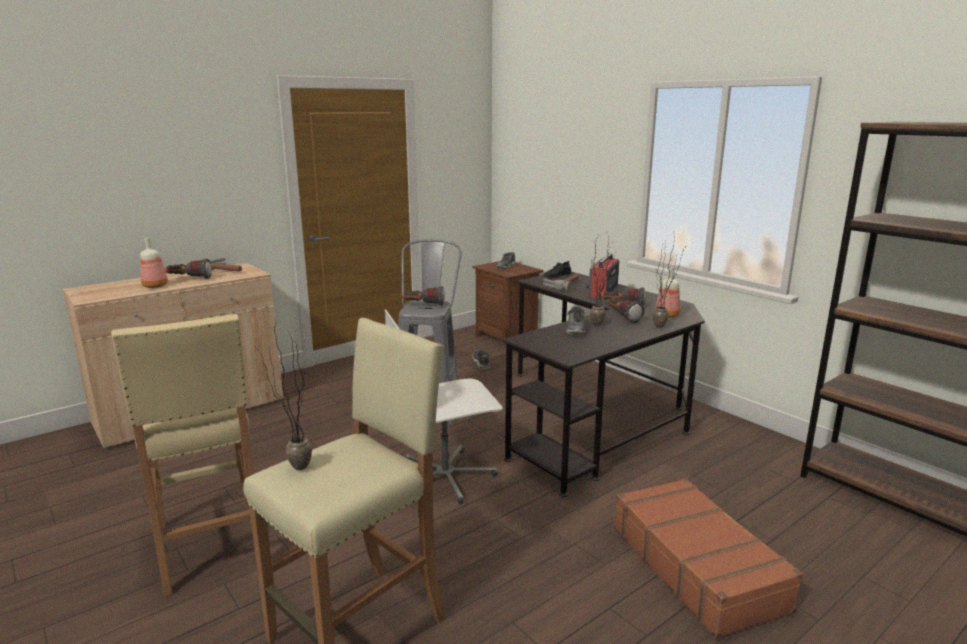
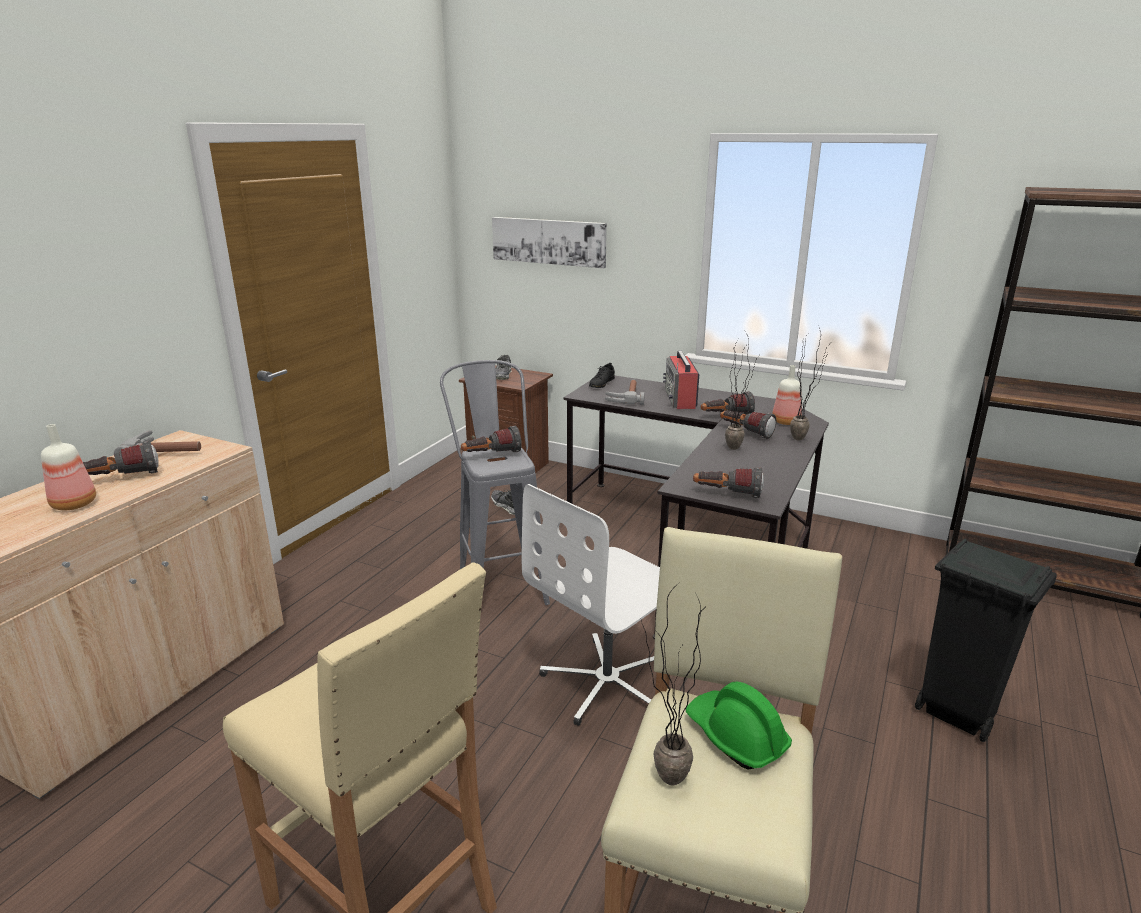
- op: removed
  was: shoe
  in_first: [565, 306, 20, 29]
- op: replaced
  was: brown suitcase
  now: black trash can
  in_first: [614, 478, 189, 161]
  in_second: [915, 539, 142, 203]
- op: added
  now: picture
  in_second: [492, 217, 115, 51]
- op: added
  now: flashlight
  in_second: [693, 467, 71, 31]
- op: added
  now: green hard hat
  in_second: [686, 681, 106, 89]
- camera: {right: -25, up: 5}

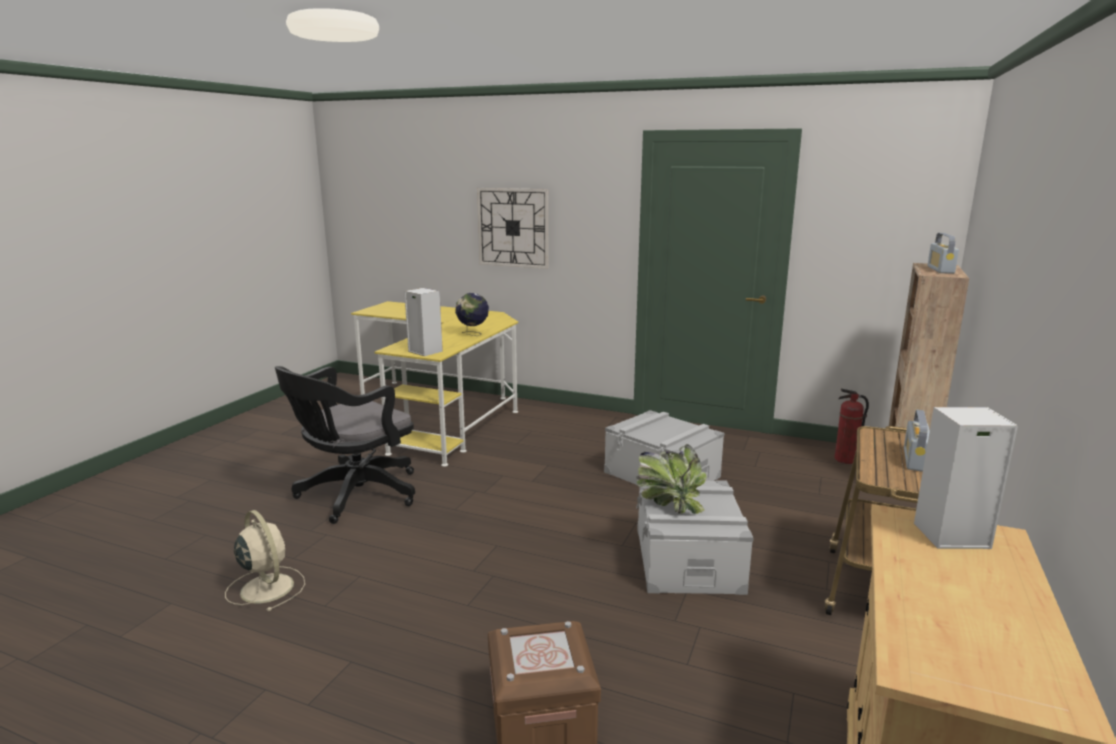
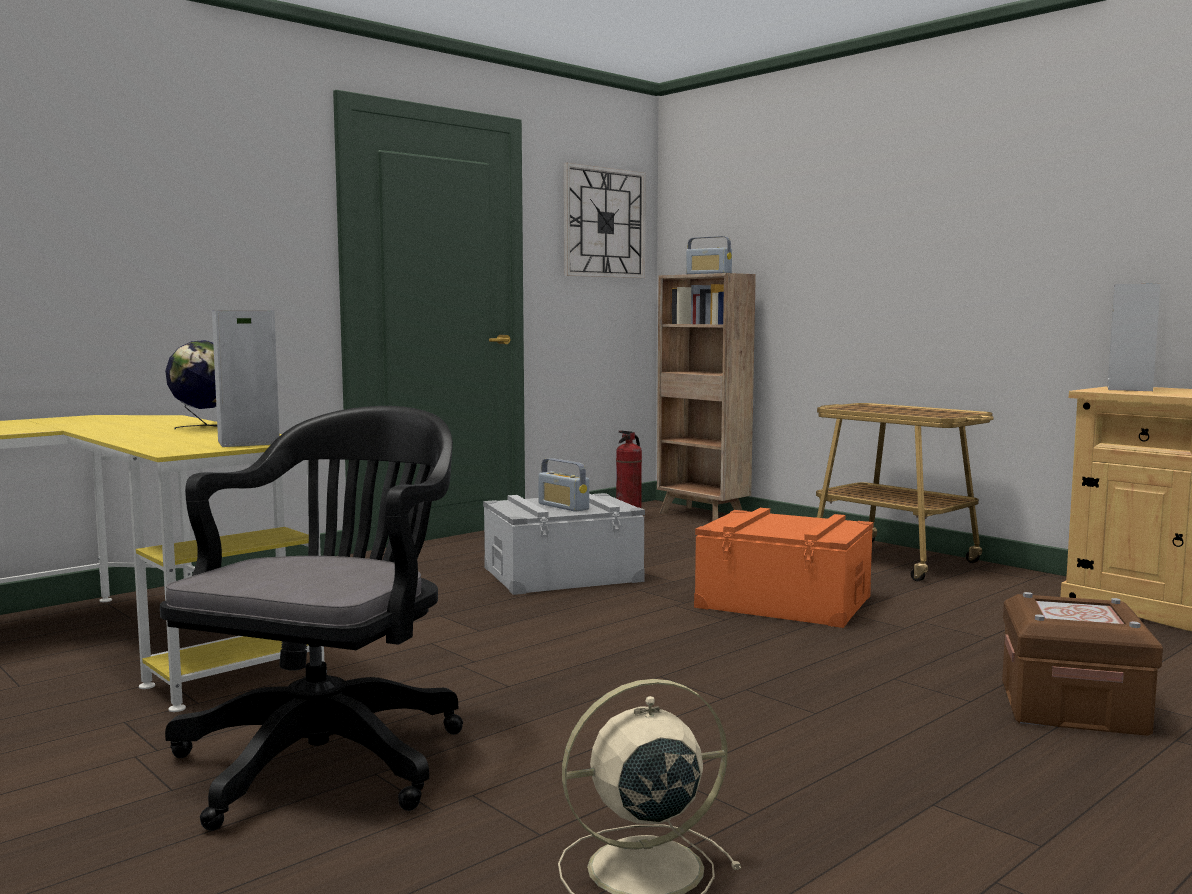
- op: moved
  was: wall clock
  in_first: [477, 188, 72, 81]
  in_second: [564, 163, 82, 115]
- op: turned
  was: black office chair
  in_first: [275, 366, 140, 158]
  in_second: [160, 406, 303, 425]
  clockwise: -135
- op: moved
  was: radio
  in_first: [904, 410, 26, 62]
  in_second: [538, 458, 51, 54]
- op: removed
  was: potted plant
  in_first: [636, 444, 71, 70]
- op: recoloured
  was: grey storage box
  now: orange storage box
  in_first: [636, 480, 118, 115]
  in_second: [694, 508, 179, 120]
- camera: {right: -65, up: -10}

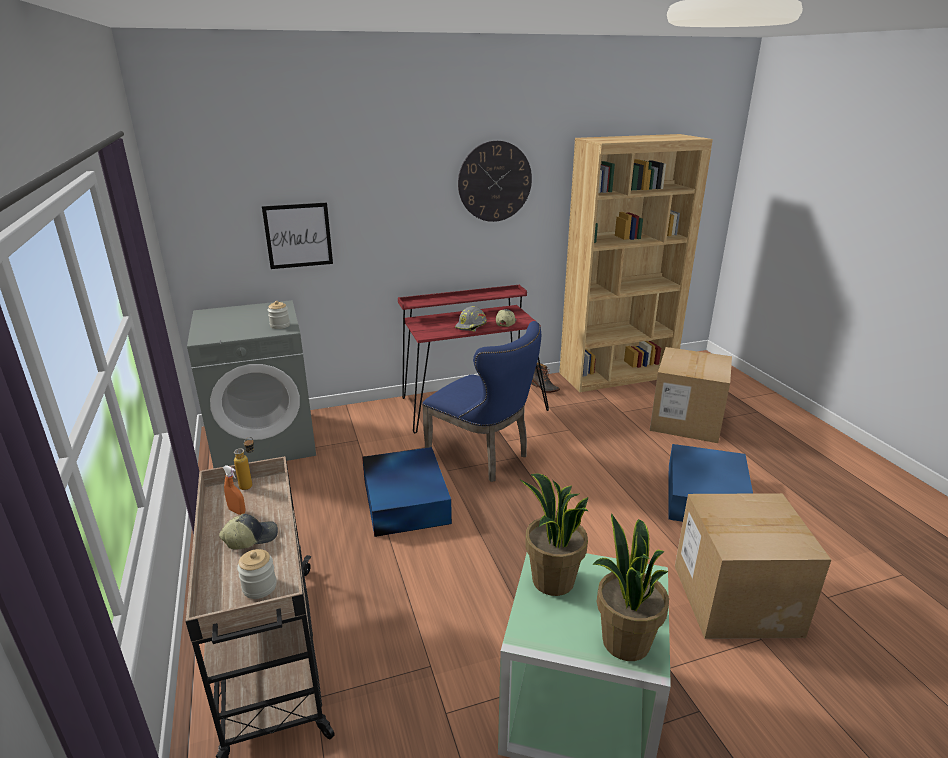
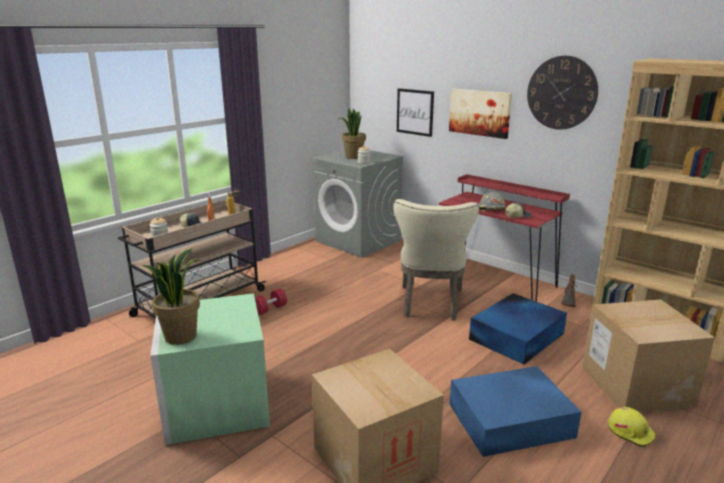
- op: recoloured
  was: blue chair
  now: beige chair
  in_first: [422, 321, 119, 161]
  in_second: [393, 199, 86, 122]
- op: moved
  was: blue storage box
  in_first: [362, 447, 90, 90]
  in_second: [469, 293, 98, 71]
- op: moved
  was: potted plant
  in_first: [520, 474, 68, 122]
  in_second: [339, 108, 27, 51]
- op: added
  now: picture
  in_second: [449, 88, 63, 51]
- op: added
  now: red dumbbell
  in_second: [255, 289, 32, 26]
- op: added
  now: yellow hard hat
  in_second: [608, 407, 48, 40]
- camera: {right: 60, up: -5}

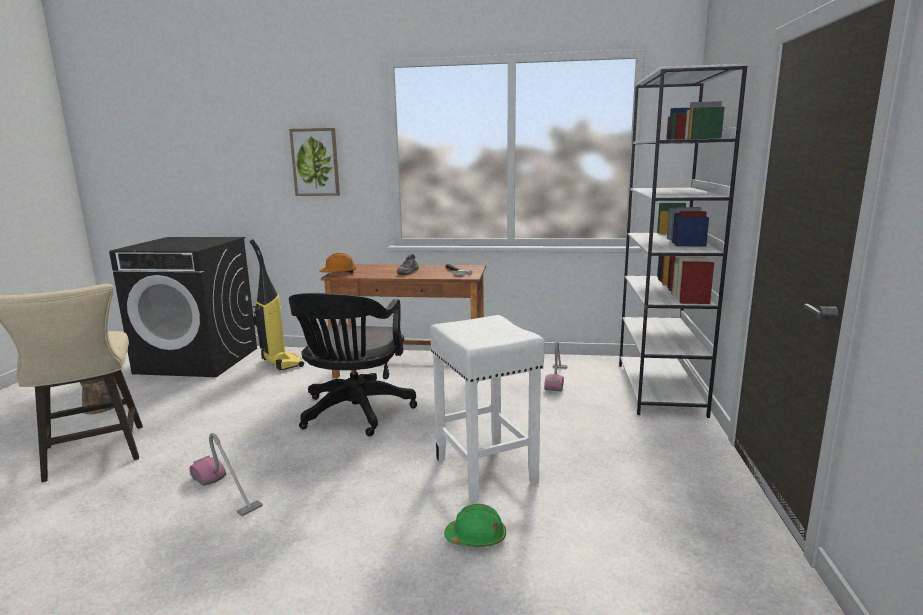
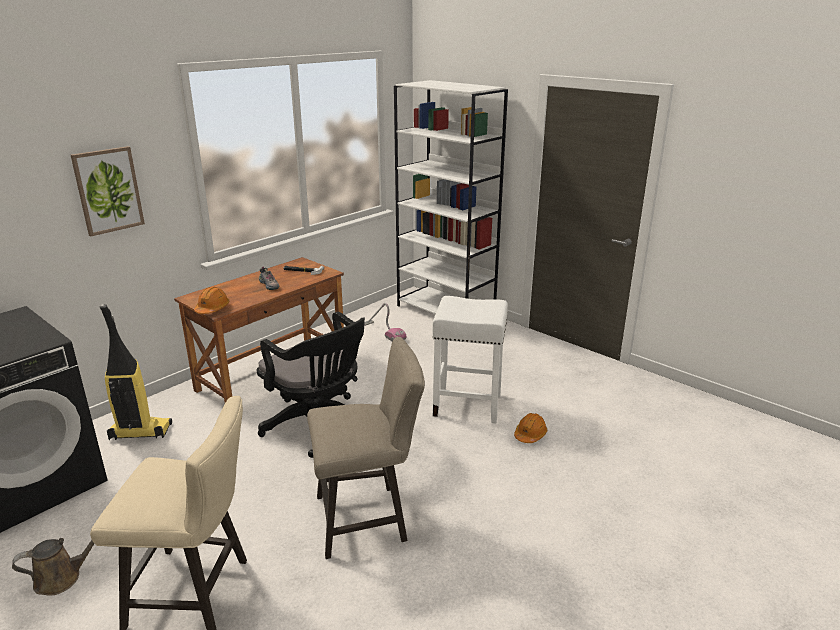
- op: replaced
  was: vacuum cleaner
  now: beige stool
  in_first: [190, 433, 73, 83]
  in_second: [307, 337, 118, 222]
- op: recoloured
  was: green hard hat
  now: orange hard hat
  in_first: [444, 504, 62, 43]
  in_second: [514, 413, 33, 30]
- camera: {right: -55, up: 10}

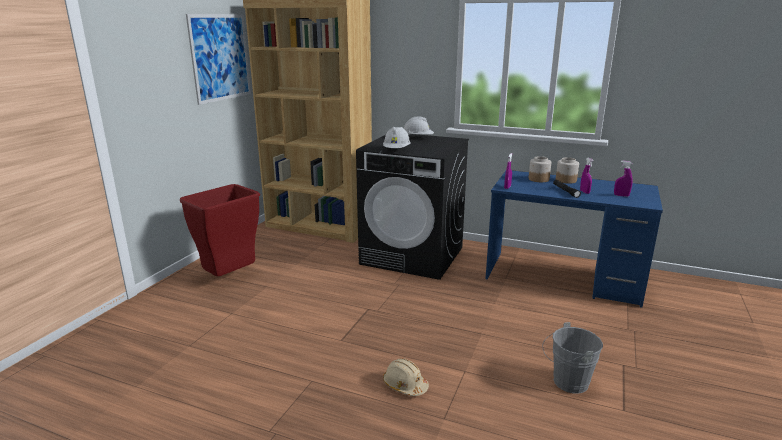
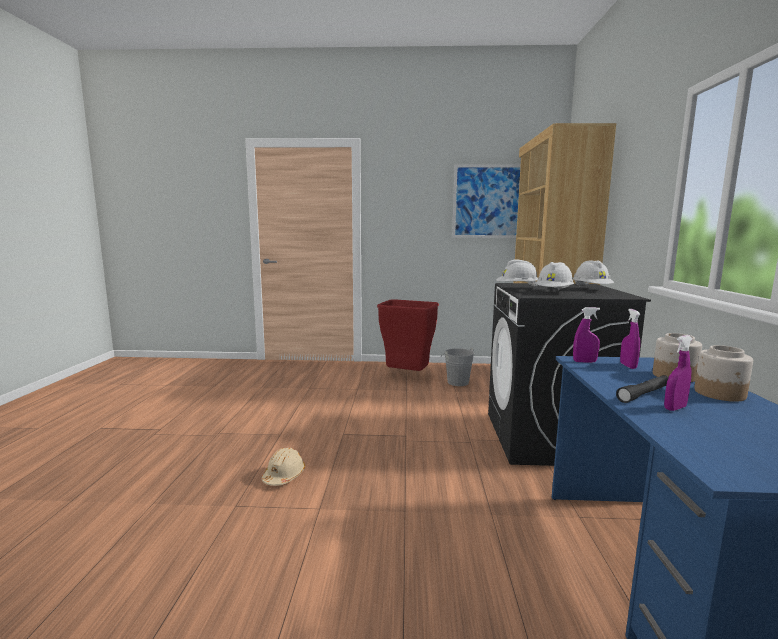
- op: moved
  was: purple spray bottle
  in_first: [614, 161, 19, 36]
  in_second: [620, 309, 20, 60]
- op: moved
  was: grey bucket
  in_first: [543, 322, 60, 72]
  in_second: [443, 347, 31, 39]
- op: added
  now: white hard hat
  in_second: [536, 262, 38, 28]
- camera: {right: 70, up: -10}

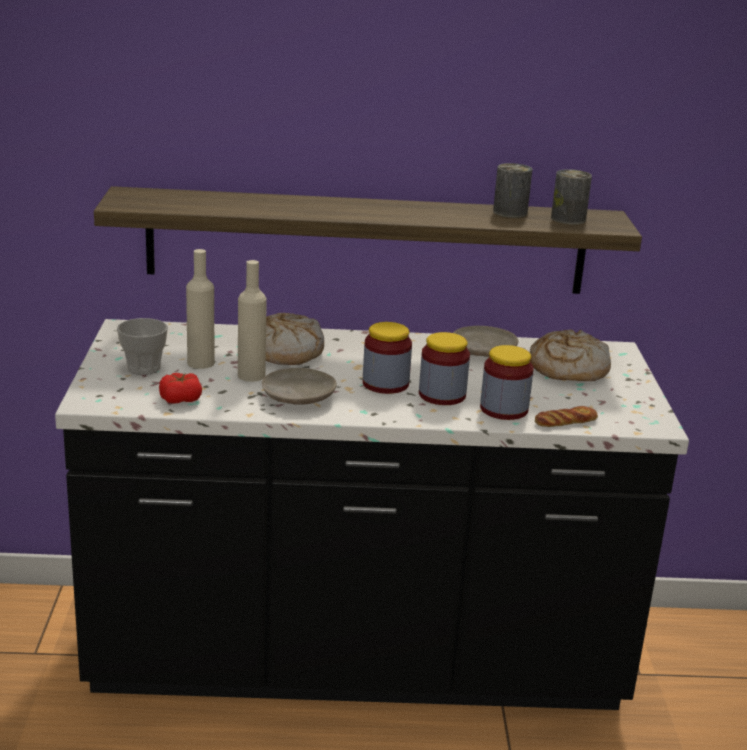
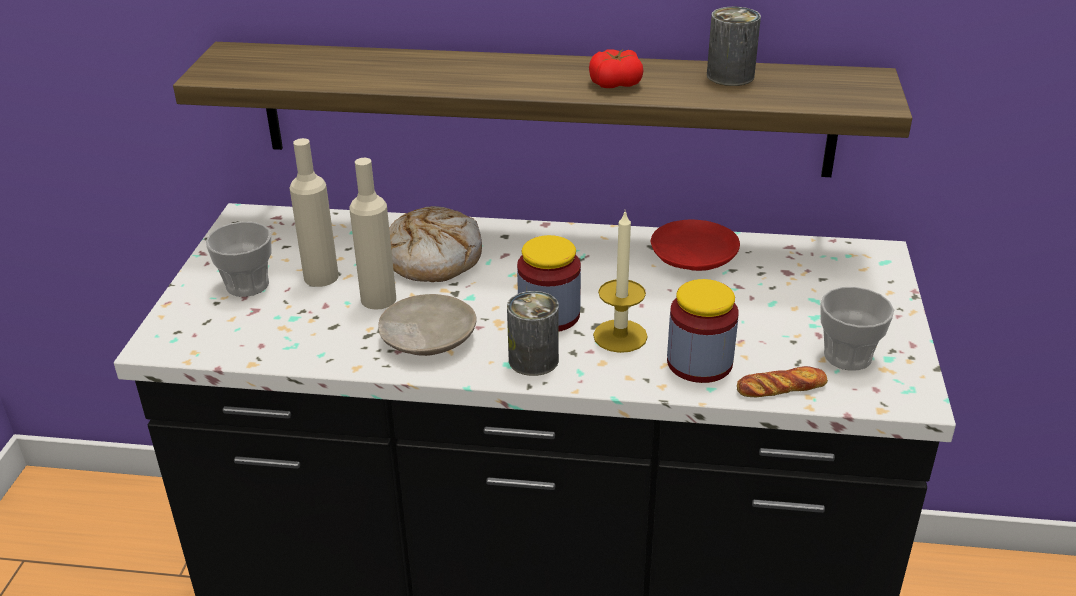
- op: moved
  was: can
  in_first: [551, 169, 41, 56]
  in_second: [507, 291, 52, 85]
- op: recoloured
  was: beige plate
  now: red plate
  in_first: [453, 326, 65, 31]
  in_second: [650, 220, 90, 51]
- op: removed
  was: bread
  in_first: [530, 329, 81, 52]
- op: replaced
  was: jar
  now: candle
  in_first: [419, 332, 51, 73]
  in_second: [593, 209, 55, 144]
- op: moved
  was: tomato
  in_first: [159, 372, 43, 32]
  in_second: [589, 49, 54, 39]
- op: added
  now: cup
  in_second: [820, 287, 74, 84]
- camera: {right: 10, up: 10}

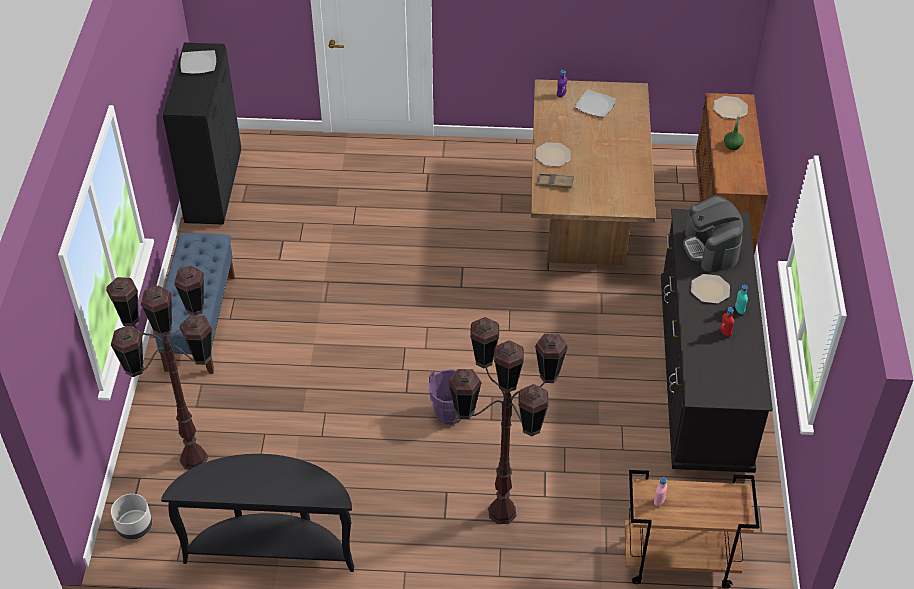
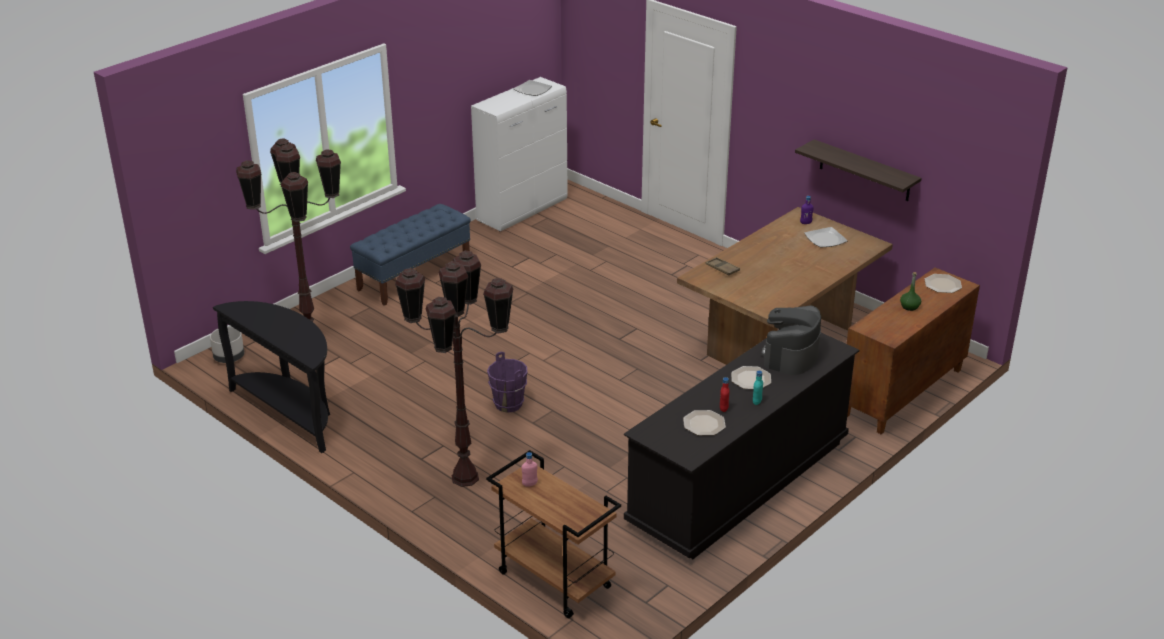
- op: recoloured
  was: black cabinet
  now: white cabinet
  in_first: [162, 42, 79, 183]
  in_second: [471, 77, 96, 155]
- op: moved
  was: plate
  in_first: [535, 142, 36, 24]
  in_second: [683, 410, 43, 25]
- op: added
  now: shelf
  in_second: [795, 139, 127, 62]
- camera: {right: 40, up: -15}

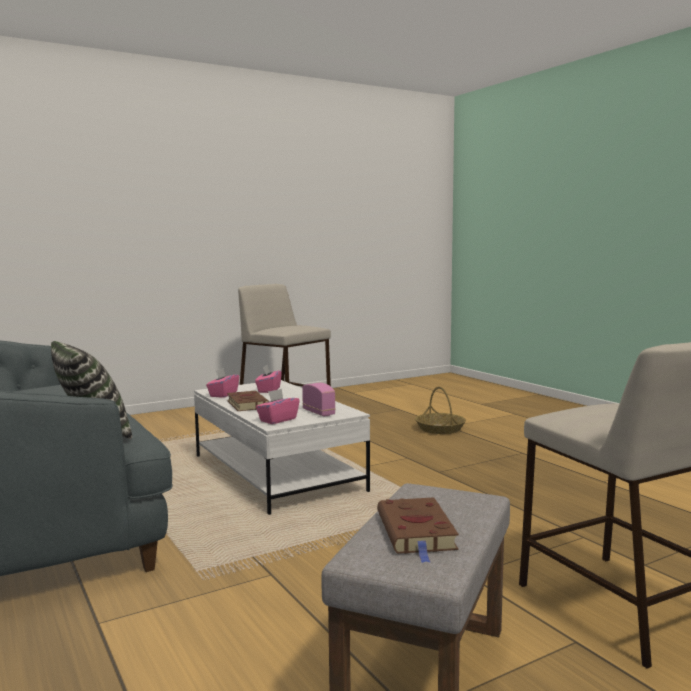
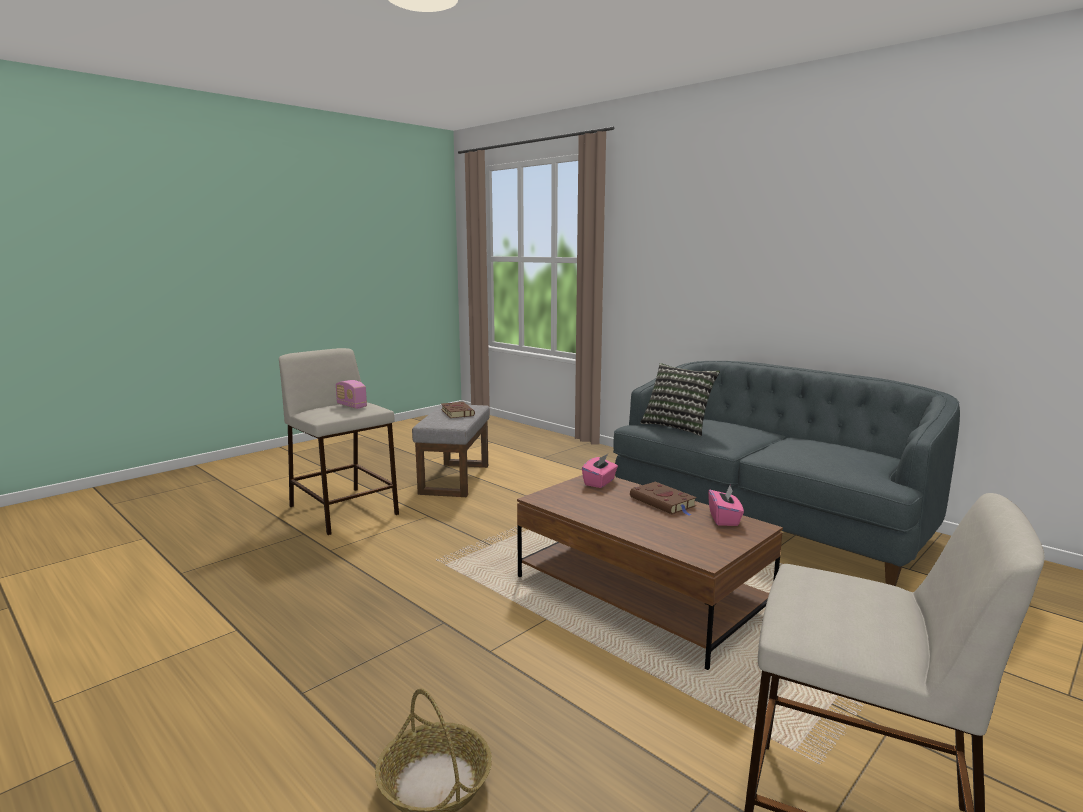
- op: removed
  was: pink tissue box
  in_first: [255, 365, 27, 28]
- op: recoloured
  was: white coffee table
  now: brown coffee table
  in_first: [194, 380, 176, 135]
  in_second: [517, 475, 266, 195]
- op: moved
  was: radio
  in_first: [302, 383, 34, 33]
  in_second: [336, 380, 31, 29]
- camera: {right: 165, up: 5}

